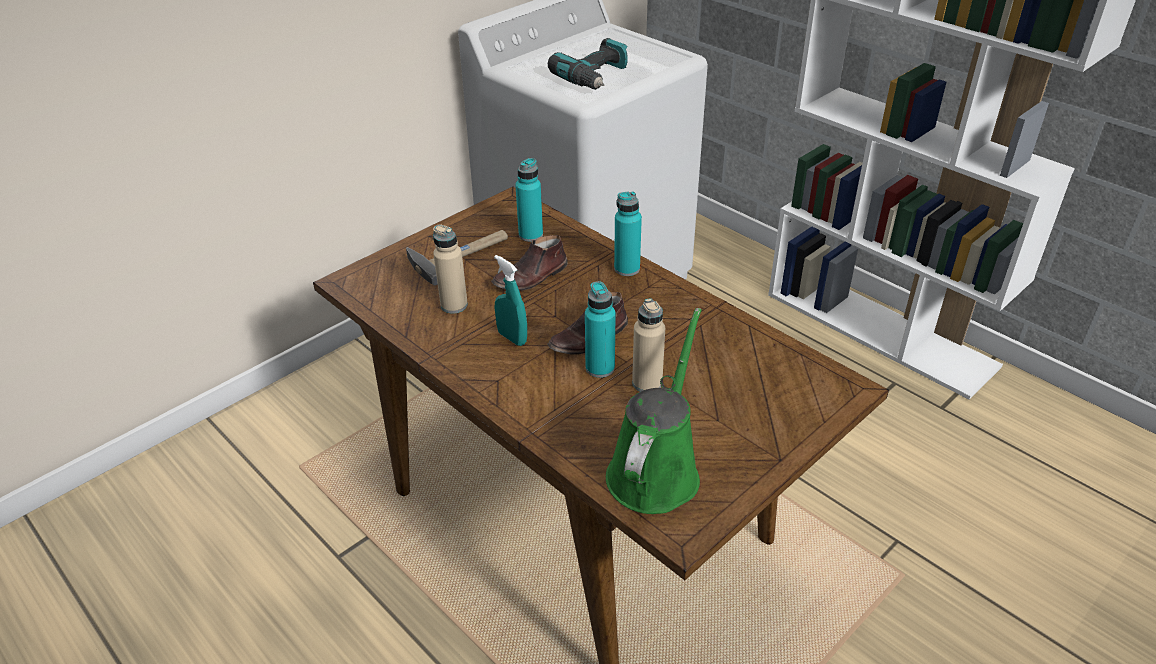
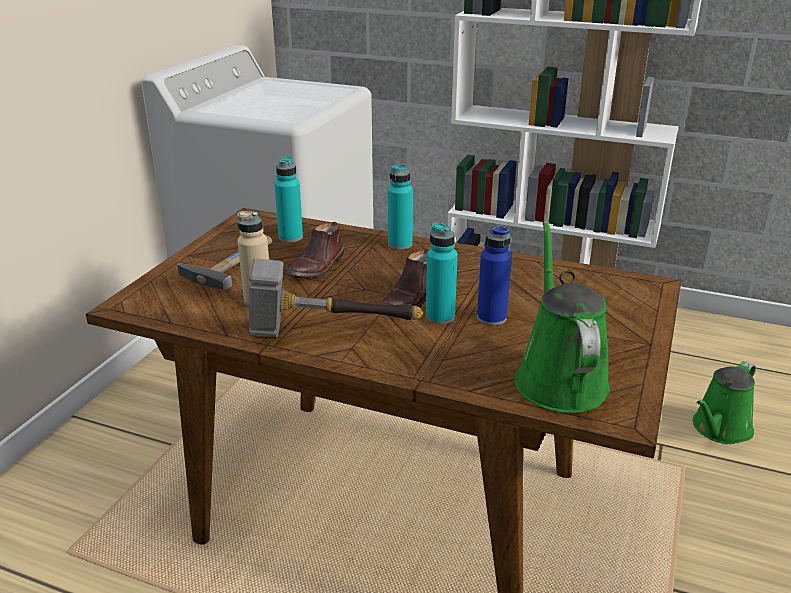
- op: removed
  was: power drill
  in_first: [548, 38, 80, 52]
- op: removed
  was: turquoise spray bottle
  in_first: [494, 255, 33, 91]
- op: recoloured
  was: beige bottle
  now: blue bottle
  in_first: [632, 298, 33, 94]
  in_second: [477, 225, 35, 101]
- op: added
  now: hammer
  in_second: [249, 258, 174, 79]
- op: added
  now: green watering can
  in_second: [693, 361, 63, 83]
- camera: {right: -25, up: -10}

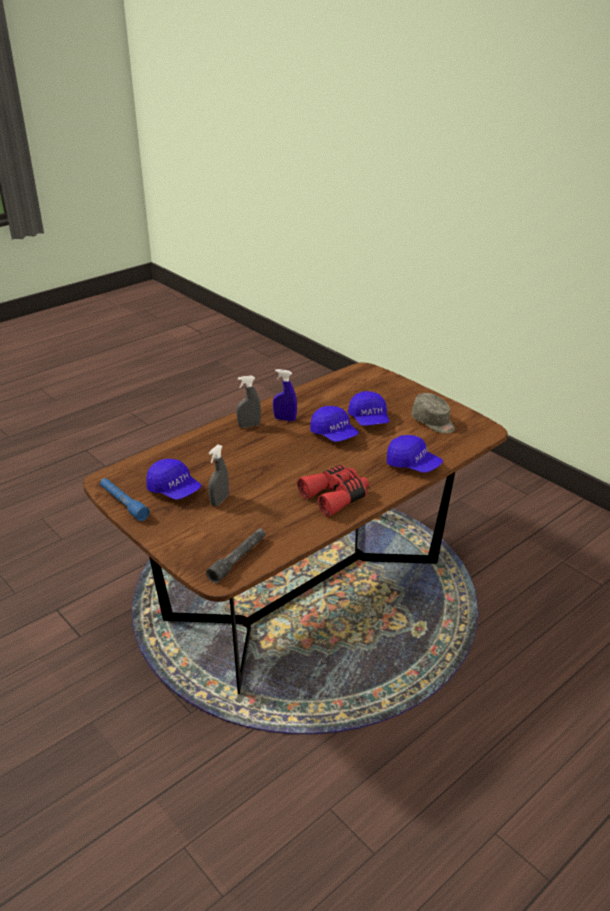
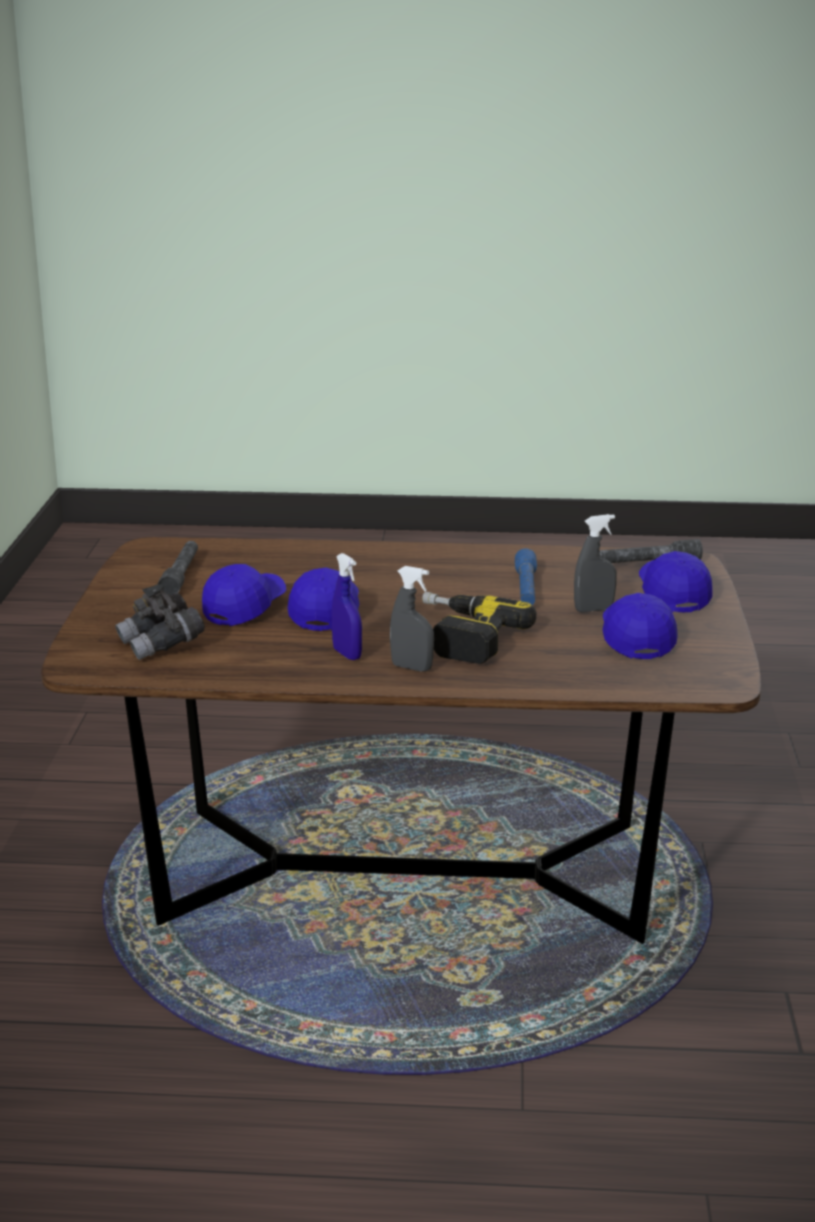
- op: replaced
  was: grey cap
  now: grey flashlight
  in_first: [412, 393, 43, 40]
  in_second: [158, 541, 40, 54]
- op: moved
  was: blue cap
  in_first: [387, 435, 56, 38]
  in_second: [639, 551, 73, 61]
- op: removed
  was: red binoculars
  in_first: [297, 465, 72, 52]
- op: moved
  was: blue flashlight
  in_first: [100, 478, 50, 43]
  in_second: [515, 549, 22, 56]
- op: added
  now: grey binoculars
  in_second: [115, 584, 90, 76]
- op: added
  now: power drill
  in_second: [422, 592, 115, 72]
- camera: {right: -135, up: -10}

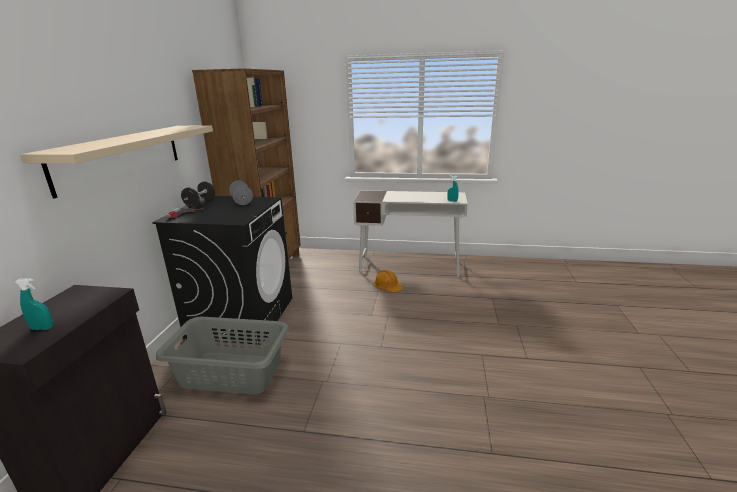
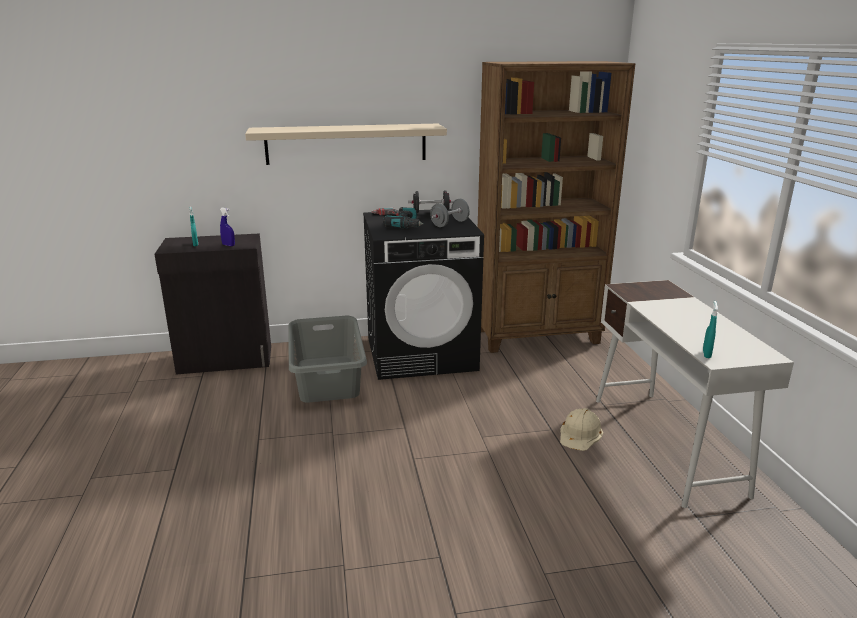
- op: recoloured
  was: orange hard hat
  now: beige hard hat
  in_first: [374, 270, 30, 22]
  in_second: [560, 408, 43, 43]
- op: added
  now: blue spray bottle
  in_second: [220, 207, 15, 39]
- op: added
  now: power drill
  in_second: [383, 207, 41, 21]
- camera: {right: 70, up: 0}

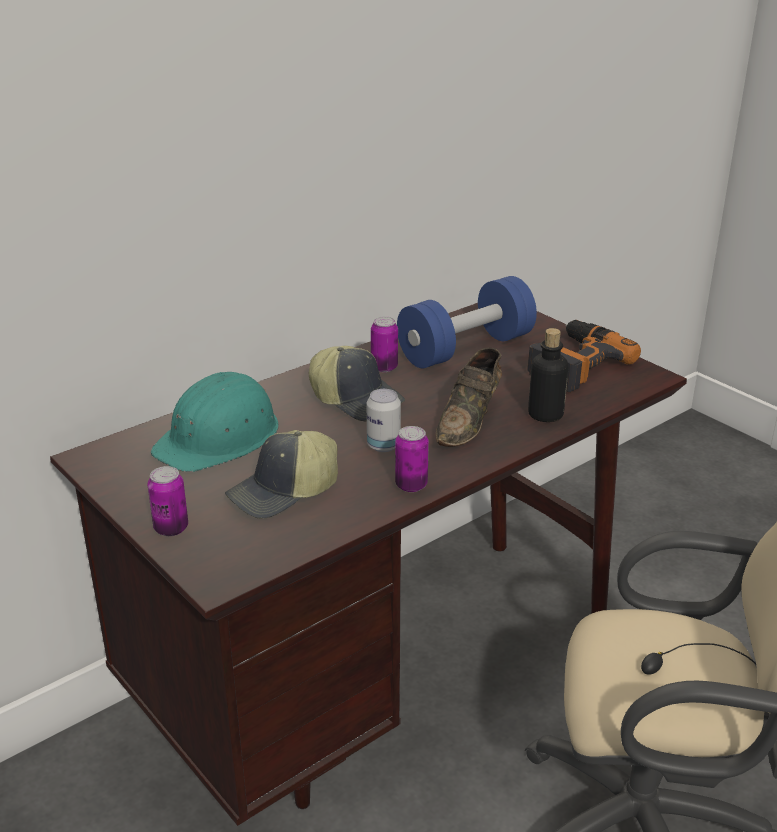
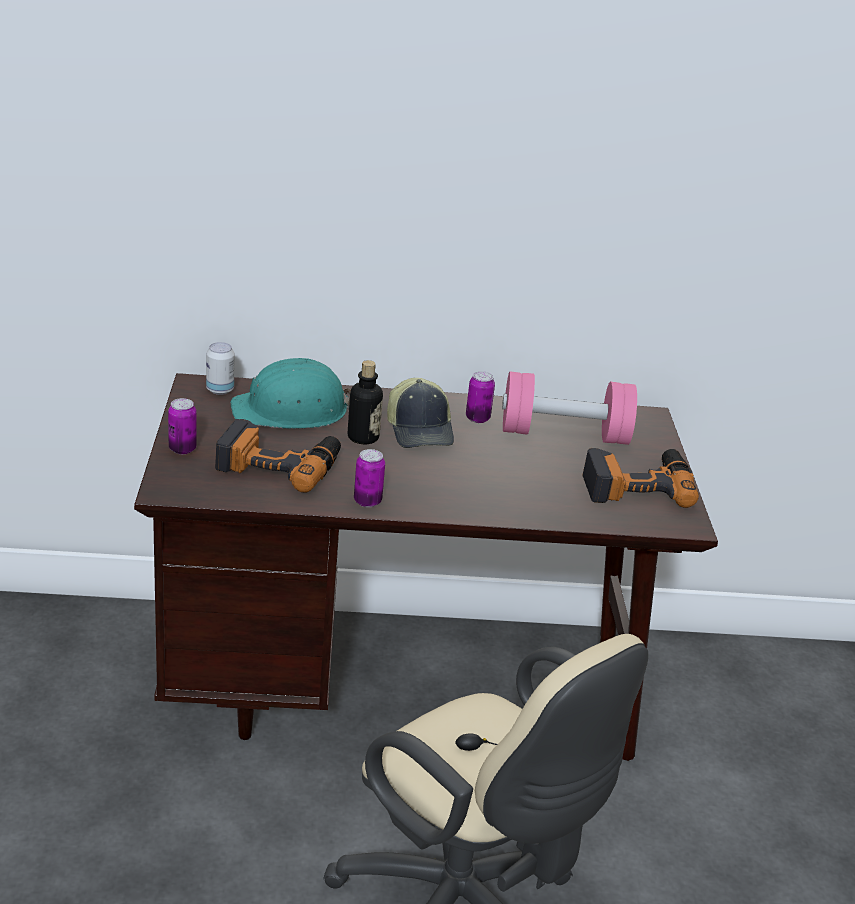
- op: recoloured
  was: blue dumbbell
  now: pink dumbbell
  in_first: [397, 276, 140, 92]
  in_second: [502, 371, 135, 74]
- op: moved
  was: bottle
  in_first: [528, 328, 40, 94]
  in_second: [348, 360, 35, 84]
- op: removed
  was: brown shoe
  in_first: [436, 347, 66, 100]
- op: moved
  was: can
  in_first: [367, 389, 34, 63]
  in_second: [206, 342, 29, 53]
- op: replaced
  was: cap
  now: power drill
  in_first: [225, 430, 113, 89]
  in_second: [215, 419, 126, 74]
- camera: {right: 35, up: 0}

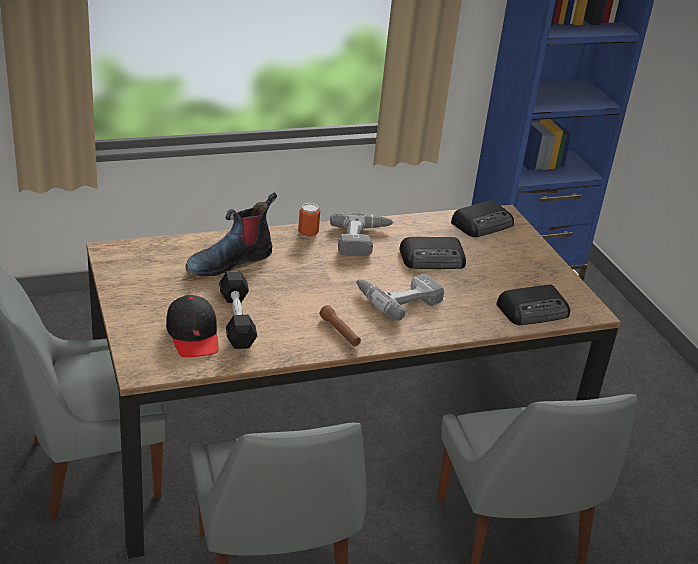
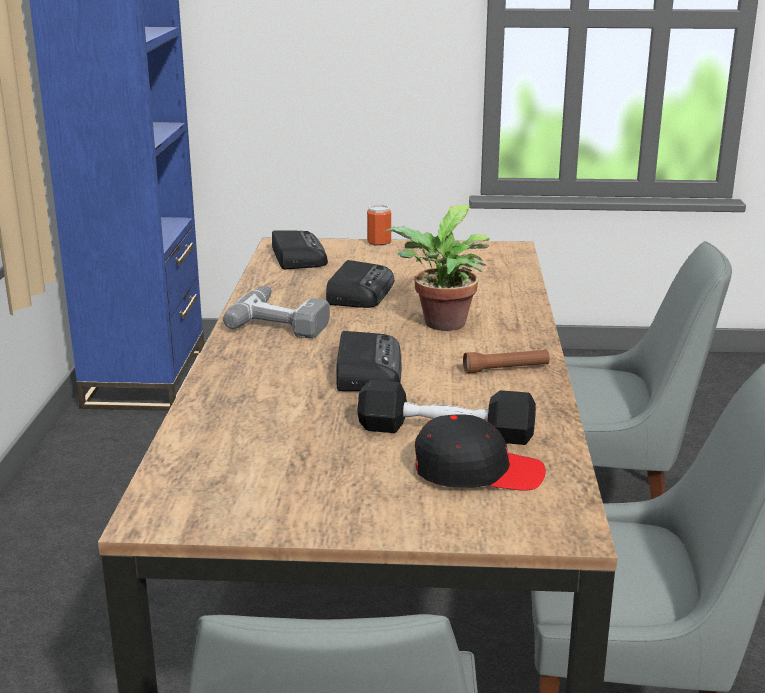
- op: removed
  was: boot
  in_first: [185, 192, 92, 84]
- op: moved
  was: can
  in_first: [298, 203, 22, 35]
  in_second: [367, 205, 24, 42]
- op: replaced
  was: power drill
  now: potted plant
  in_first: [357, 274, 87, 47]
  in_second: [384, 205, 106, 126]
- op: moved
  was: radio
  in_first: [496, 284, 74, 41]
  in_second: [336, 331, 66, 60]
- camera: {right: -65, up: -10}

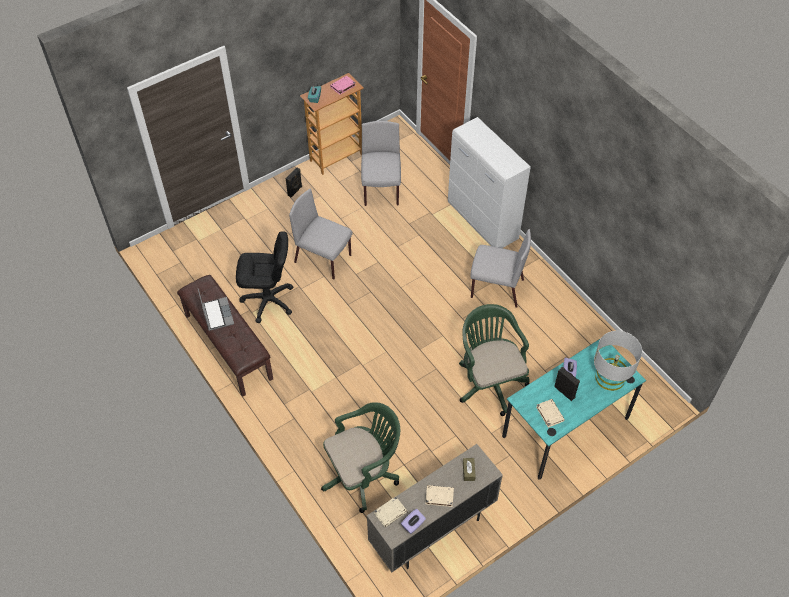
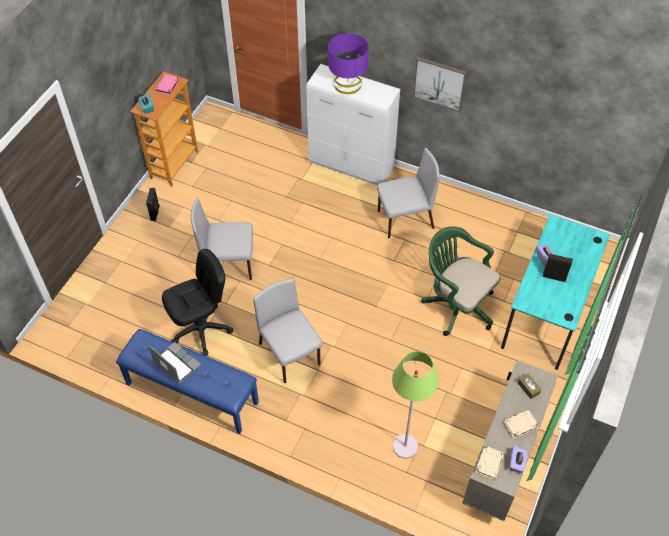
- op: moved
  was: grey chair
  in_first: [361, 121, 40, 85]
  in_second: [253, 279, 70, 104]
- op: recoloured
  was: brown bench
  now: blue bench
  in_first: [177, 275, 96, 122]
  in_second: [116, 329, 143, 105]
- op: removed
  was: grey table lamp
  in_first: [594, 331, 48, 60]
- op: removed
  was: beige book
  in_first: [536, 399, 29, 29]
- op: replaced
  was: green office chair
  now: green floor lamp
  in_first: [321, 402, 79, 111]
  in_second: [392, 351, 46, 108]
- op: added
  now: purple table lamp
  in_second: [328, 33, 41, 61]
- op: added
  now: picture
  in_second: [413, 57, 54, 55]
- camera: {right: -30, up: 0}

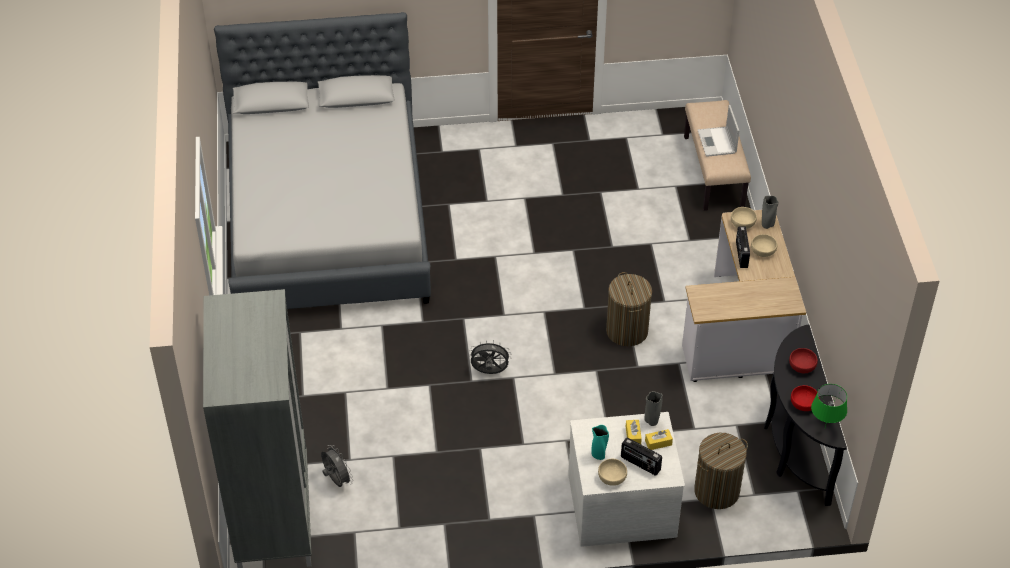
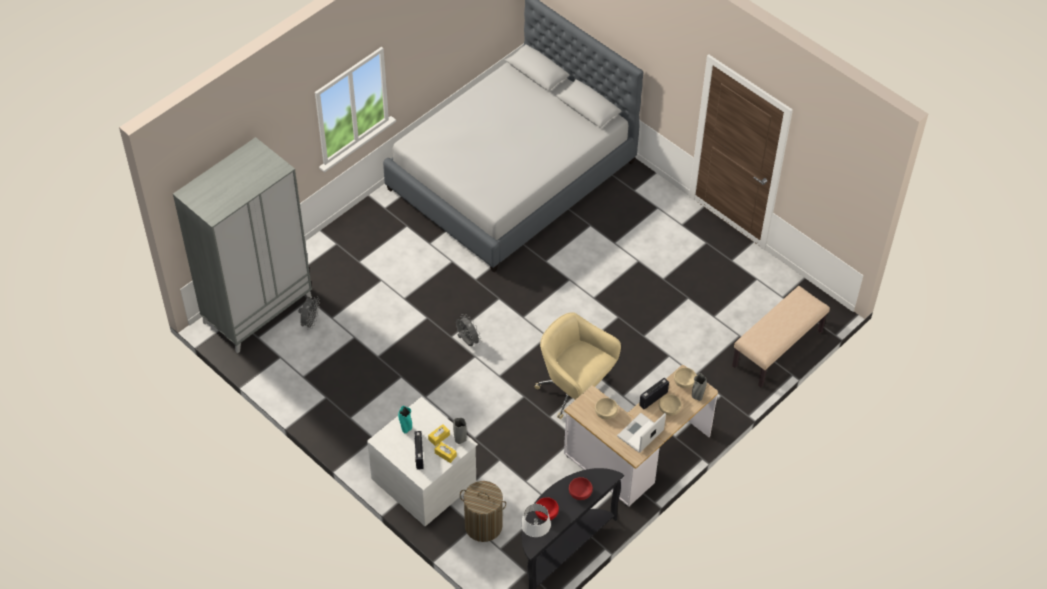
- op: moved
  was: laptop
  in_first: [698, 105, 41, 52]
  in_second: [617, 413, 49, 40]
- op: replaced
  was: laundry basket
  now: beige office chair
  in_first: [606, 272, 46, 74]
  in_second: [534, 312, 87, 107]
- op: recoloured
  was: green table lamp
  now: white table lamp
  in_first: [811, 384, 36, 43]
  in_second: [521, 504, 30, 34]
- op: moved
  was: beige bowl
  in_first: [598, 459, 29, 27]
  in_second: [595, 398, 23, 21]
- camera: {right: 50, up: 5}

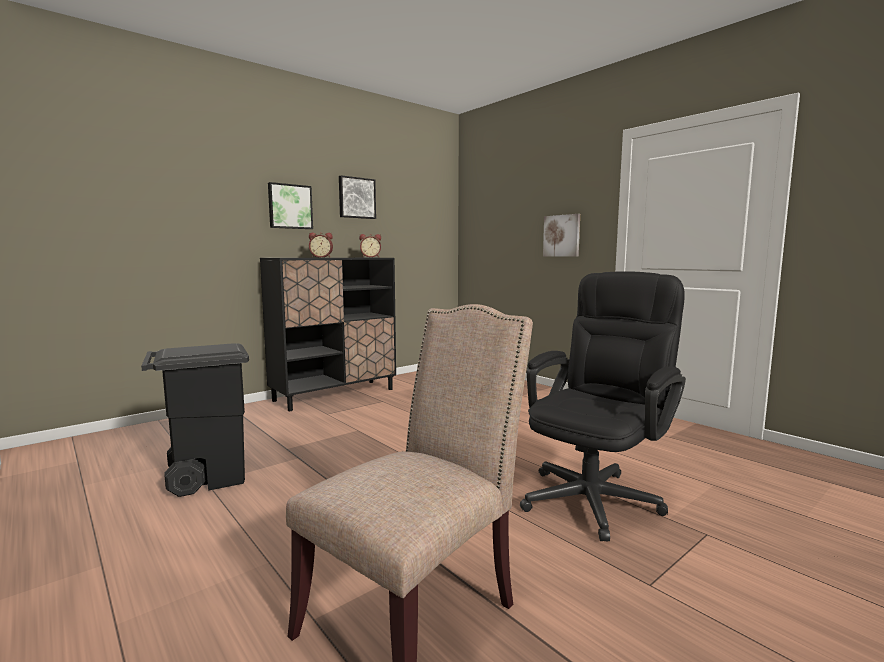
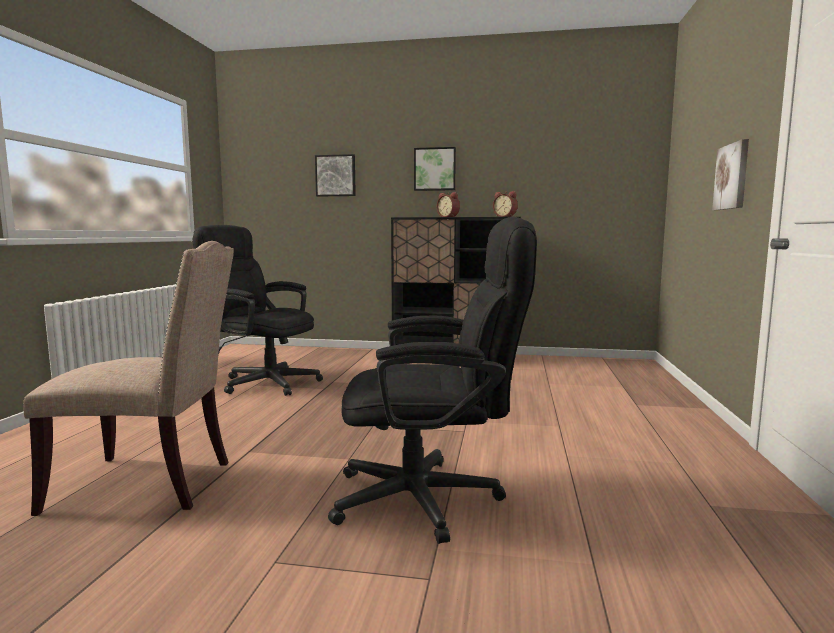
- op: moved
  was: picture
  in_first: [339, 175, 37, 44]
  in_second: [315, 154, 41, 42]
- op: replaced
  was: black trash can
  now: black office chair
  in_first: [141, 343, 108, 154]
  in_second: [193, 225, 130, 171]
- camera: {right: 50, up: 0}

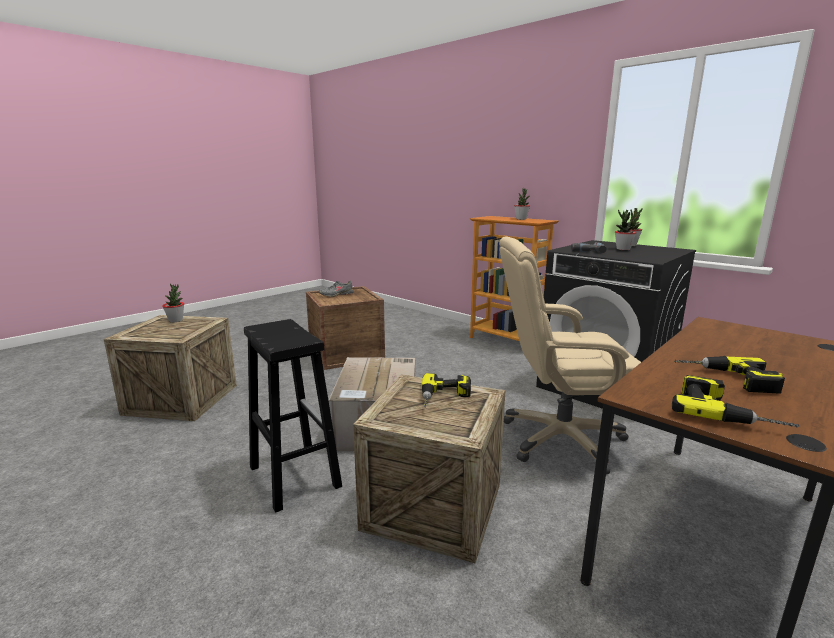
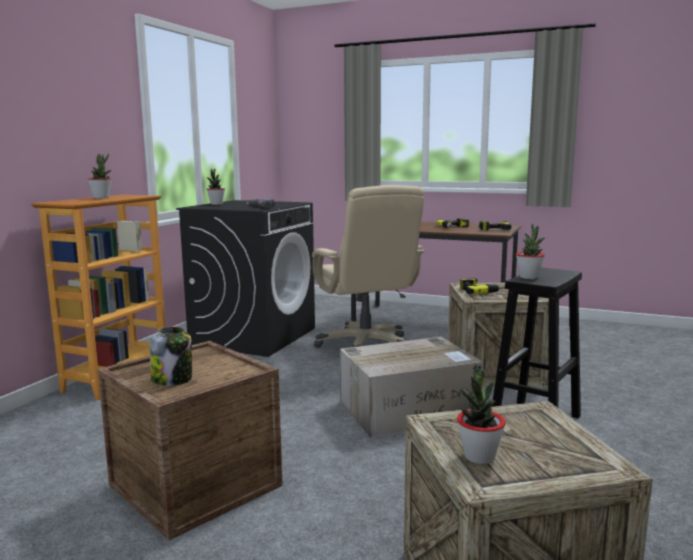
- op: moved
  was: potted plant
  in_first: [615, 210, 22, 40]
  in_second: [516, 224, 29, 55]
- op: replaced
  was: grey shoe
  now: jar
  in_first: [319, 281, 35, 16]
  in_second: [150, 327, 42, 59]
- camera: {right: -110, up: -5}

